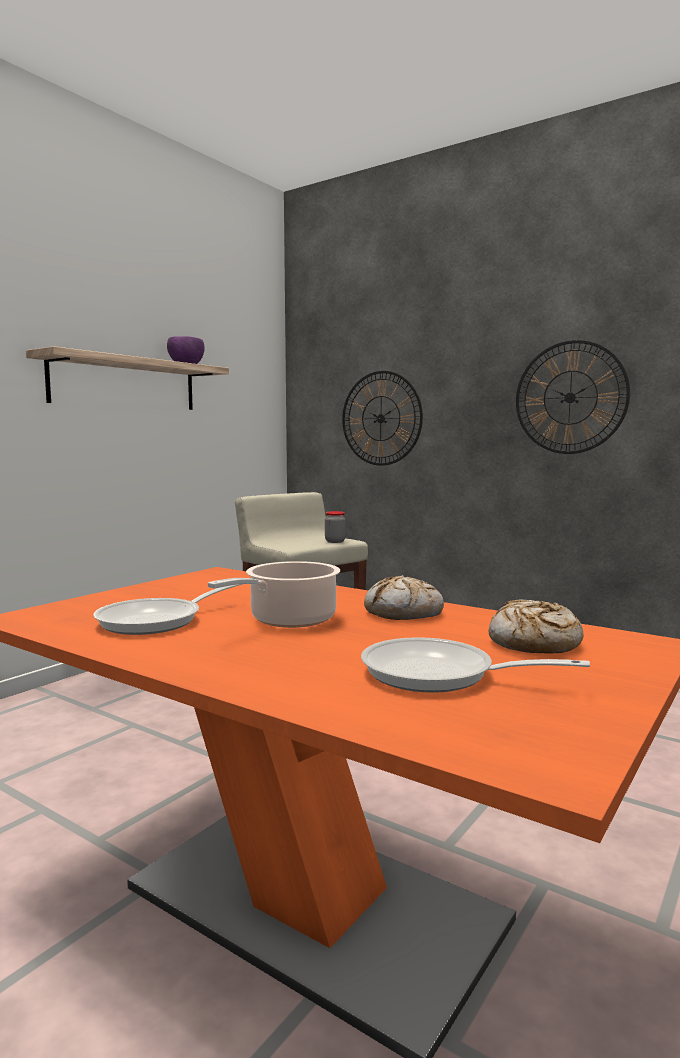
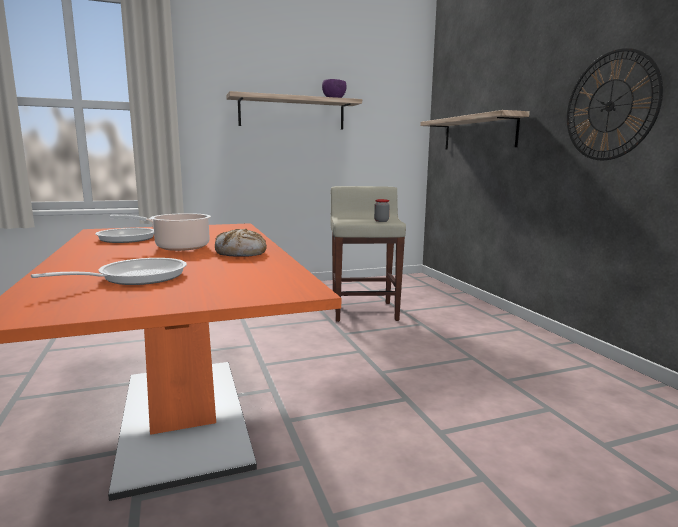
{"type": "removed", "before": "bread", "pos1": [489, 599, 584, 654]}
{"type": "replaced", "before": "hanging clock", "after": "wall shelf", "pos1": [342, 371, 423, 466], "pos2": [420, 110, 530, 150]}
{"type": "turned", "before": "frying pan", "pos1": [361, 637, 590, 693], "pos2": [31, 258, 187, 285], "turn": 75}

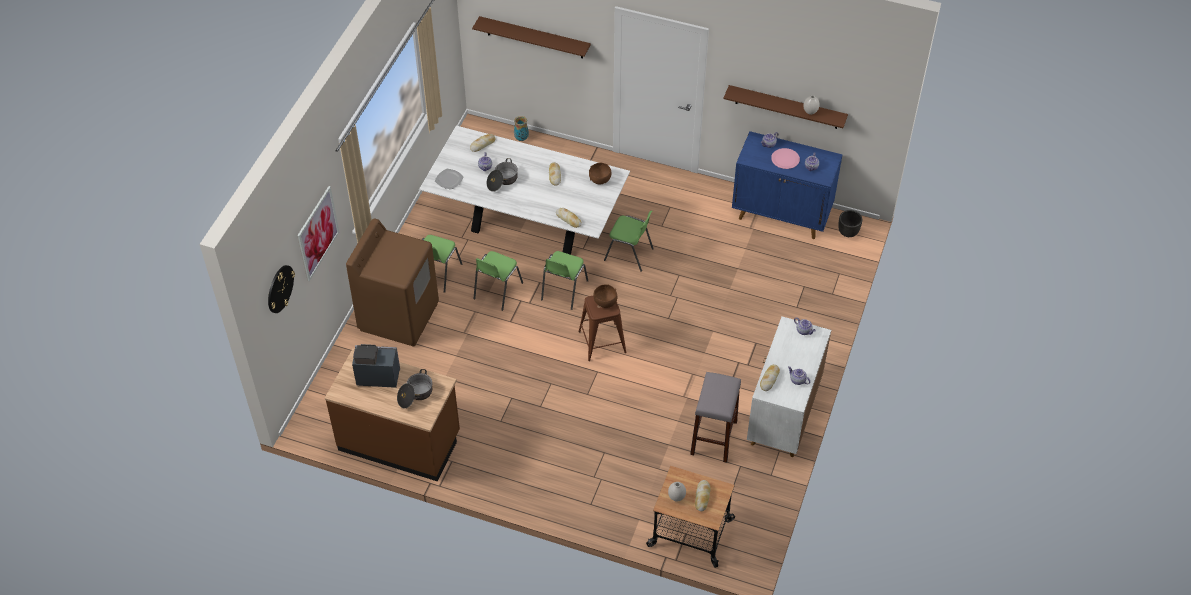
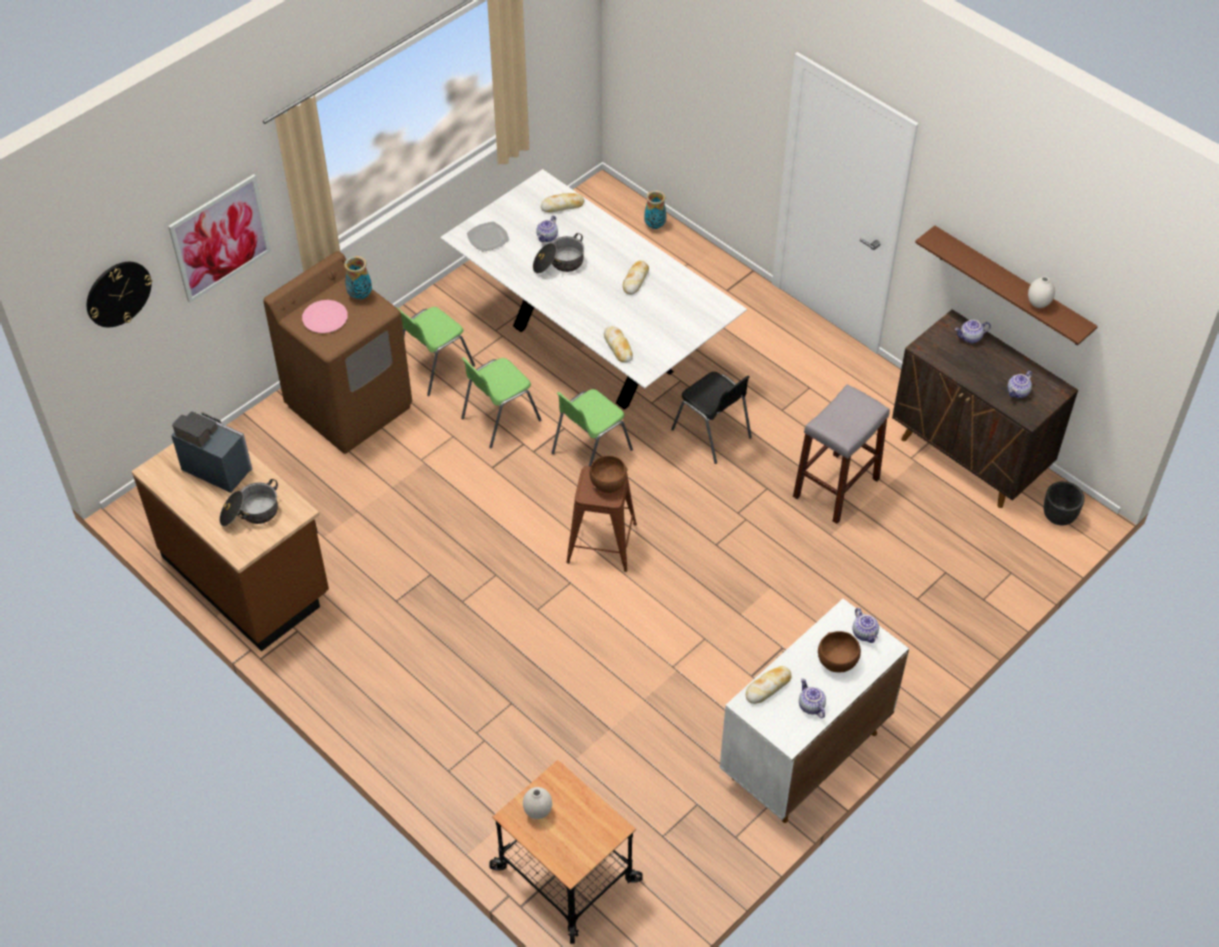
{"type": "removed", "before": "wall shelf in brown-coloured", "pos1": [472, 16, 591, 58]}
{"type": "removed", "before": "bread", "pos1": [695, 480, 711, 511]}
{"type": "added", "after": "flower vase", "pos2": [344, 256, 372, 300]}
{"type": "moved", "before": "deep dish in brown-coloured", "pos1": [589, 163, 611, 185], "pos2": [818, 631, 861, 672]}
{"type": "moved", "before": "sitting stool in grey", "pos1": [690, 372, 741, 463], "pos2": [793, 384, 890, 524]}
{"type": "moved", "before": "plate in pink-coloured", "pos1": [771, 148, 800, 169], "pos2": [302, 300, 348, 333]}
{"type": "recoloured", "before": "chair in green", "after": "chair in blackish", "pos1": [604, 210, 654, 272], "pos2": [671, 372, 752, 464]}
{"type": "recoloured", "before": "storage cabinet in blue-coloured", "after": "storage cabinet in brown-coloured", "pos1": [732, 131, 842, 239], "pos2": [892, 309, 1078, 508]}

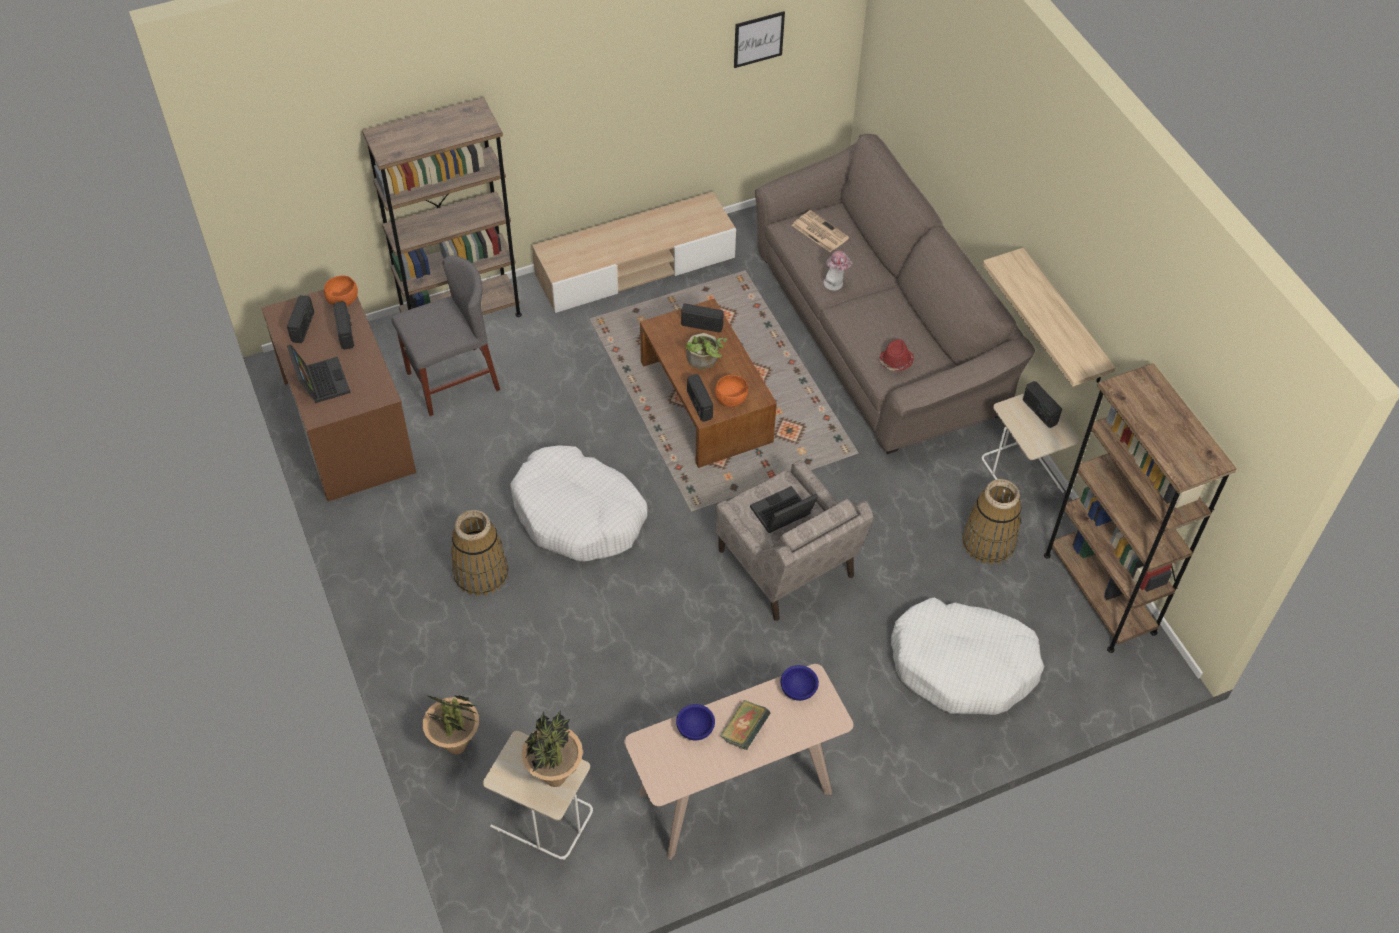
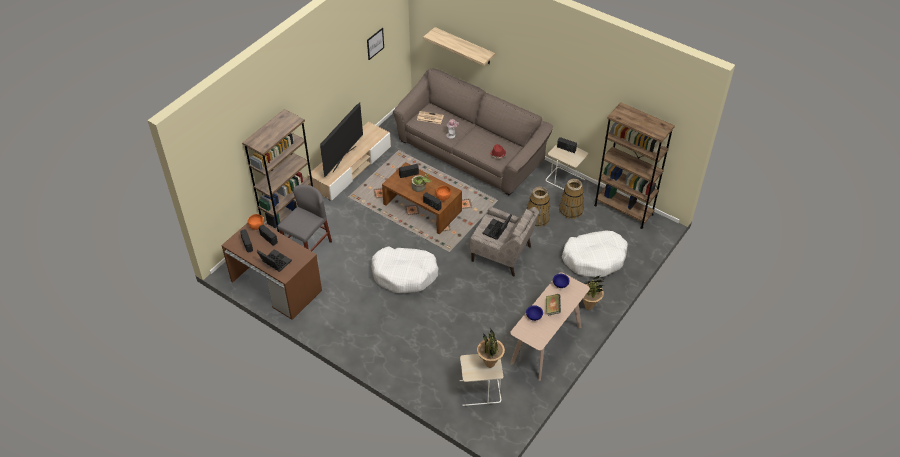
{"type": "added", "after": "TV set", "pos2": [320, 103, 363, 177]}
{"type": "moved", "before": "potted plant", "pos1": [423, 695, 481, 755], "pos2": [582, 276, 604, 310]}
{"type": "moved", "before": "storage basket", "pos1": [451, 510, 508, 596], "pos2": [527, 187, 550, 227]}
{"type": "moved", "before": "wall shelf", "pos1": [982, 248, 1116, 387], "pos2": [423, 27, 495, 66]}

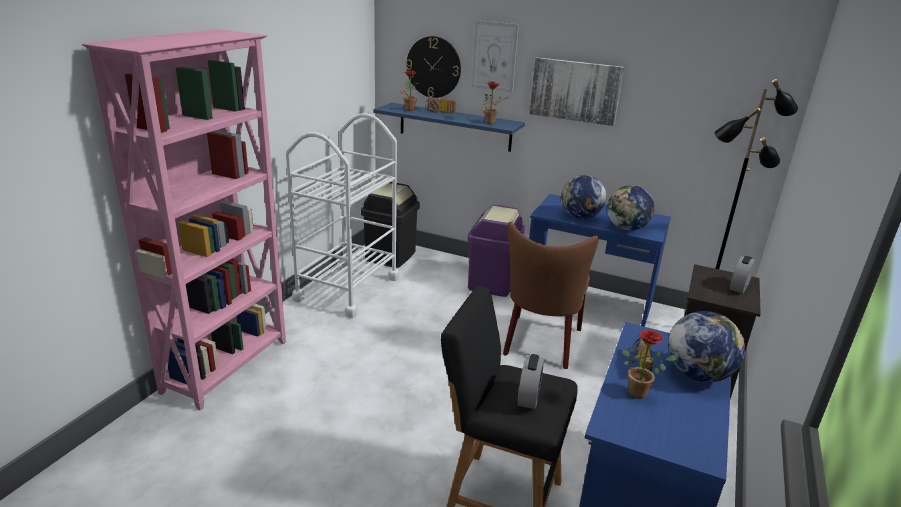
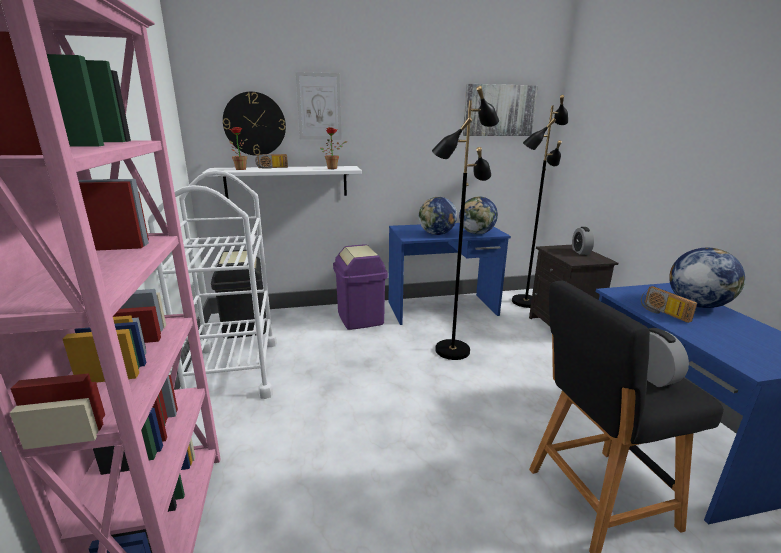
{"type": "removed", "before": "potted plant", "pos1": [623, 330, 678, 399]}
{"type": "moved", "before": "wall art", "pos1": [529, 57, 624, 126], "pos2": [463, 84, 538, 136]}
{"type": "replaced", "before": "chair in brown-coloured", "after": "standard lamp in blackish", "pos1": [503, 222, 599, 369], "pos2": [432, 86, 499, 360]}
{"type": "recoloured", "before": "wall shelf in blue-coloured", "after": "wall shelf in white-coloured", "pos1": [373, 103, 525, 152], "pos2": [202, 166, 362, 199]}

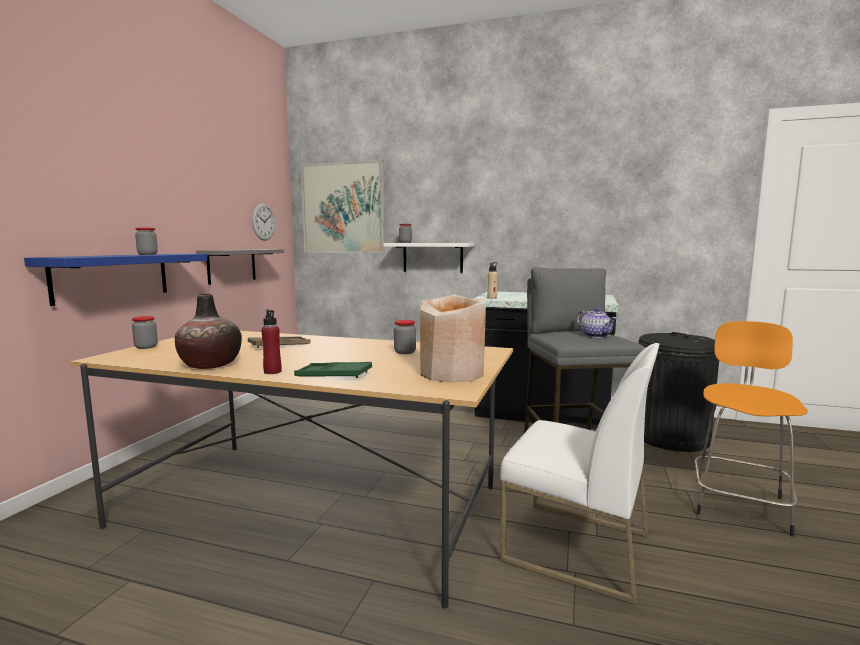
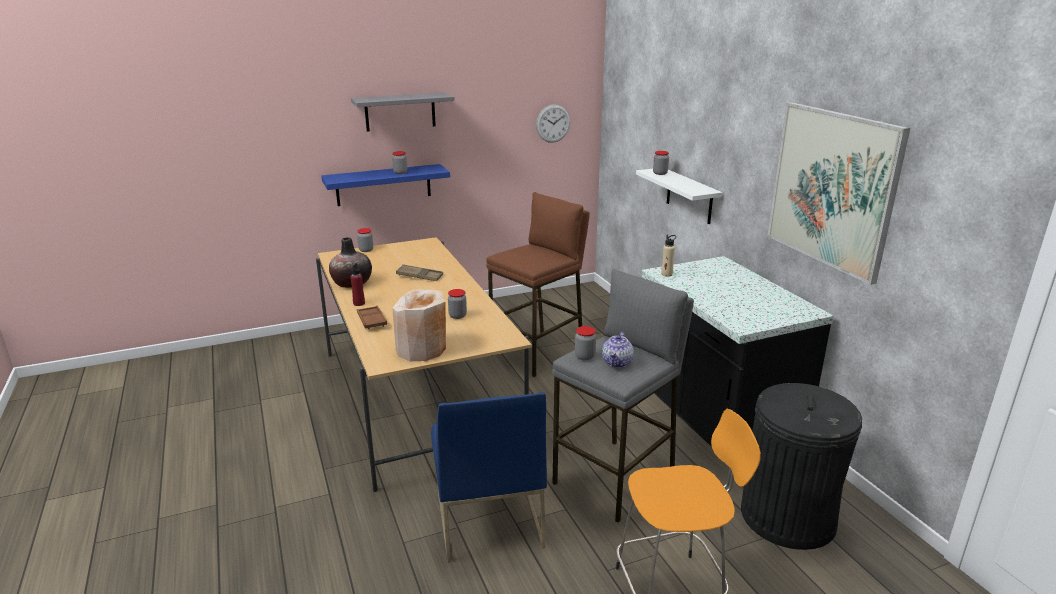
{"type": "added", "after": "sitting stool in brown-coloured", "pos2": [486, 192, 590, 377]}
{"type": "added", "after": "storage jar", "pos2": [575, 326, 596, 360]}
{"type": "moved", "before": "wall shelf in grey", "pos1": [196, 249, 284, 285], "pos2": [351, 92, 455, 132]}
{"type": "moved", "before": "wall art", "pos1": [301, 160, 385, 253], "pos2": [767, 102, 910, 285]}
{"type": "recoloured", "before": "carrying tray in green", "after": "carrying tray in brown-coloured", "pos1": [294, 362, 372, 378], "pos2": [357, 306, 387, 329]}
{"type": "recoloured", "before": "chair in white-coloured", "after": "chair in blue-coloured", "pos1": [500, 343, 659, 605], "pos2": [431, 392, 547, 563]}

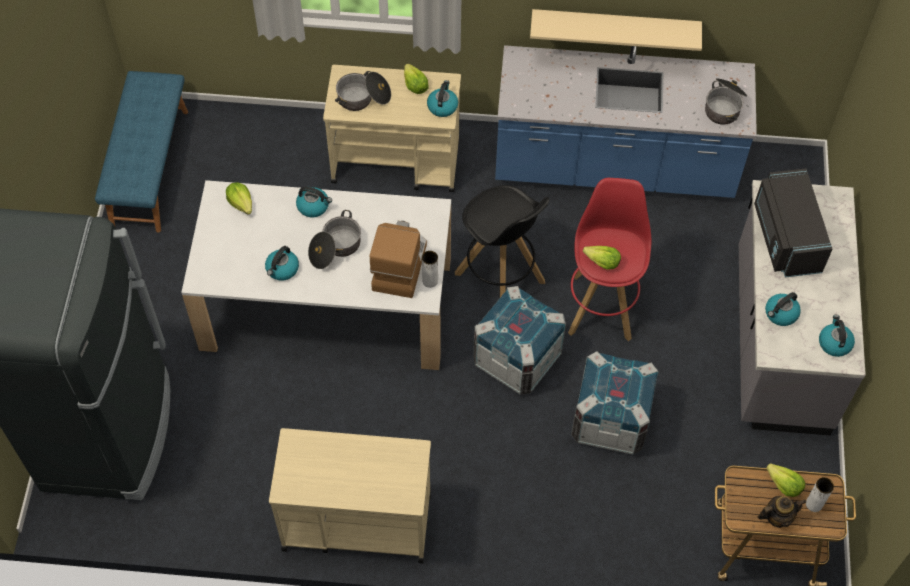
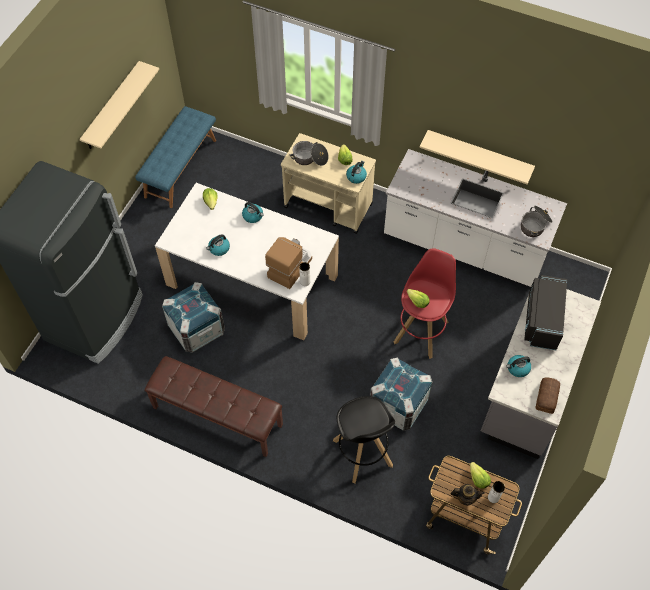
{"type": "removed", "before": "cooking pot", "pos1": [308, 210, 361, 269]}
{"type": "added", "after": "wall shelf in sand-coloured", "pos2": [80, 61, 159, 149]}
{"type": "moved", "before": "sitting stool in blackish", "pos1": [455, 185, 550, 297], "pos2": [333, 396, 395, 484]}
{"type": "moved", "before": "crate", "pos1": [473, 286, 566, 395], "pos2": [162, 282, 225, 353]}
{"type": "replaced", "before": "wheeled cart in sand-coloured", "after": "long seat in brown-coloured", "pos1": [269, 428, 431, 563], "pos2": [145, 356, 283, 457]}
{"type": "replaced", "before": "kettle", "after": "bread", "pos1": [819, 315, 855, 357], "pos2": [536, 377, 560, 414]}
{"type": "recoloured", "before": "kitchen counter in blue-coloured", "after": "kitchen counter in white-coloured", "pos1": [495, 45, 757, 198], "pos2": [384, 149, 567, 287]}

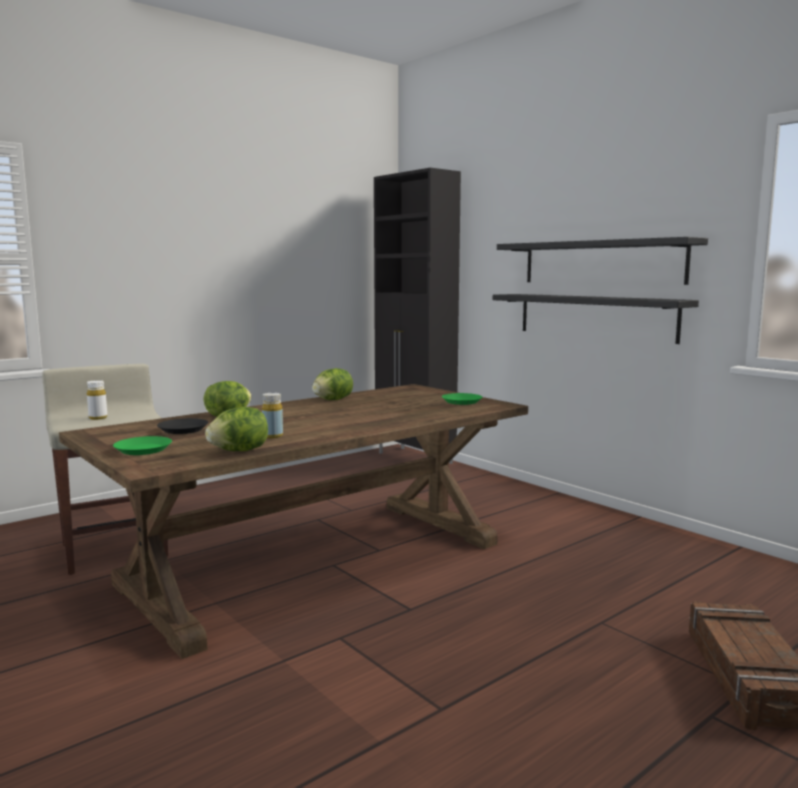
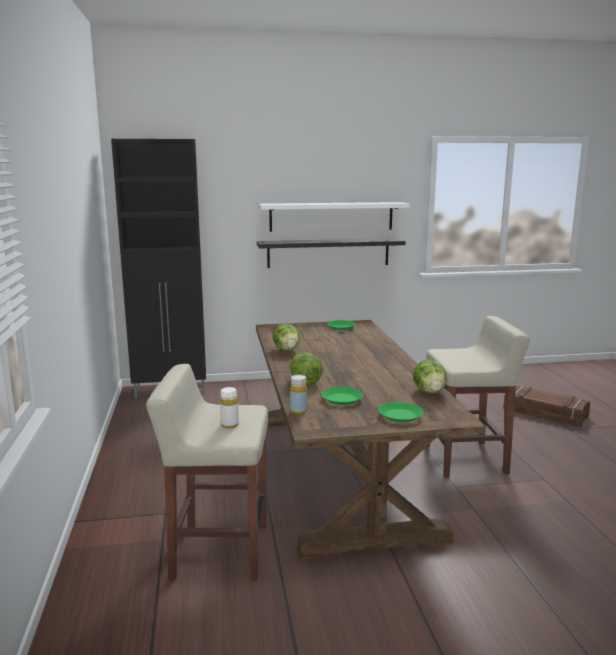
{"type": "added", "after": "sitting stool in sand-coloured", "pos2": [426, 316, 530, 477]}
{"type": "moved", "before": "beverage bottle in yellow", "pos1": [262, 393, 283, 438], "pos2": [290, 375, 307, 414]}
{"type": "recoloured", "before": "plate in blackish", "after": "plate in green", "pos1": [157, 418, 208, 434], "pos2": [321, 387, 363, 405]}
{"type": "recoloured", "before": "wall shelf in blackish", "after": "wall shelf in white-coloured", "pos1": [497, 237, 708, 285], "pos2": [259, 202, 410, 232]}

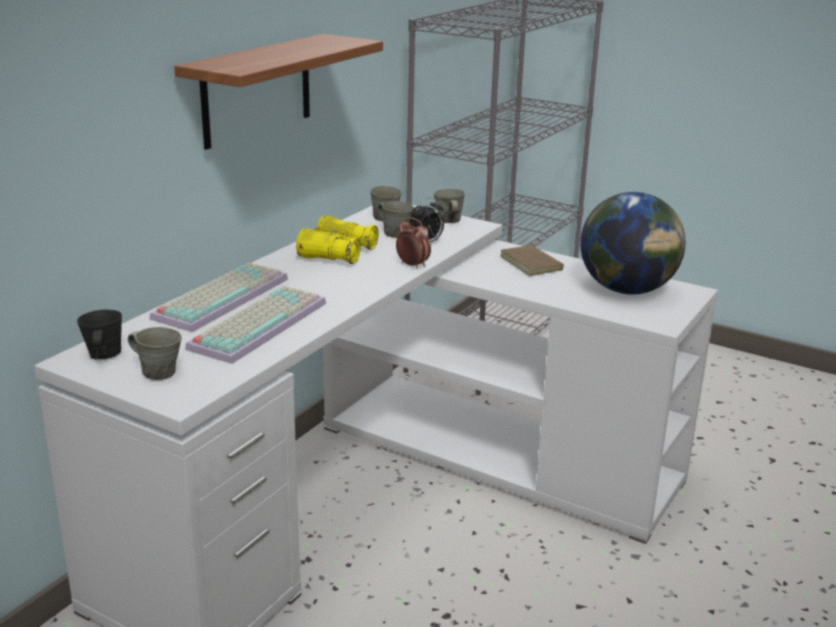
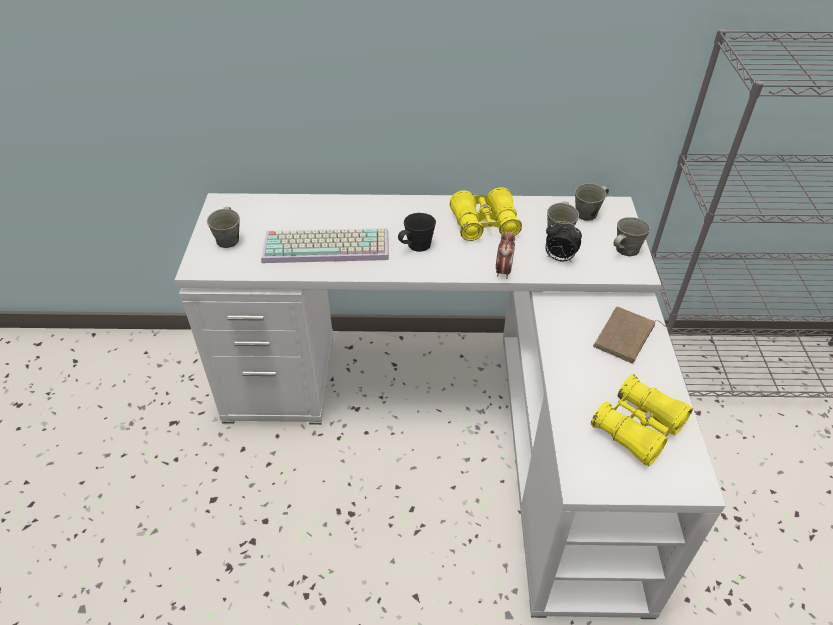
{"type": "removed", "before": "PC keyboard", "pos1": [150, 263, 288, 332]}
{"type": "removed", "before": "wall shelf", "pos1": [174, 34, 383, 150]}
{"type": "moved", "before": "mug in blackish", "pos1": [77, 309, 122, 360], "pos2": [398, 213, 436, 252]}
{"type": "replaced", "before": "desk globe", "after": "binoculars in yellow", "pos1": [580, 192, 685, 295], "pos2": [591, 374, 693, 466]}

